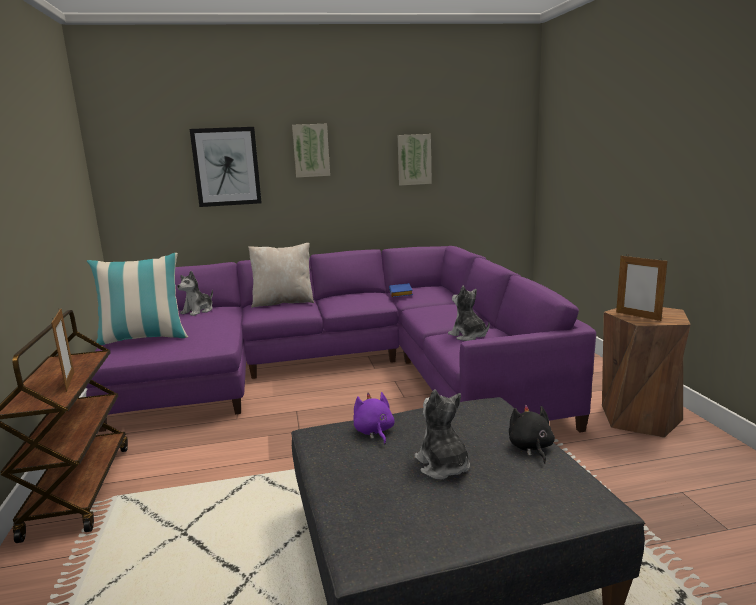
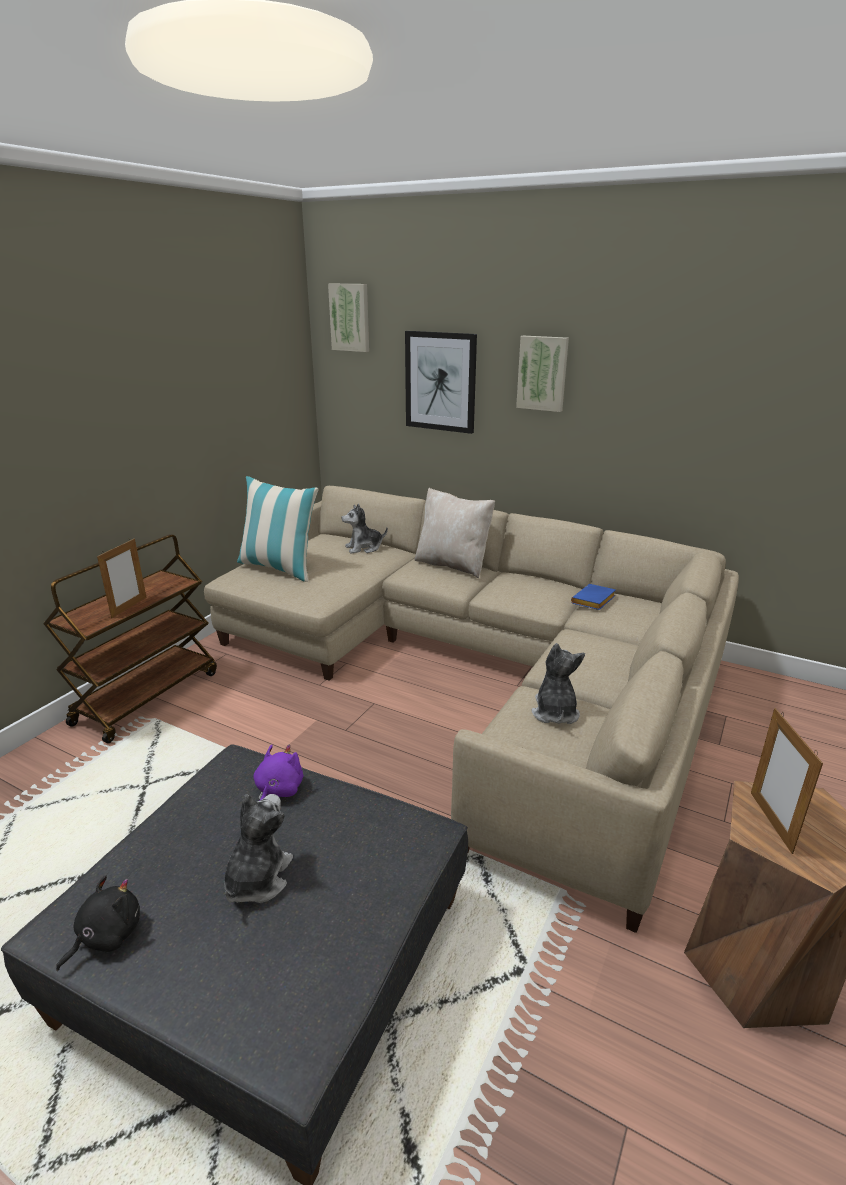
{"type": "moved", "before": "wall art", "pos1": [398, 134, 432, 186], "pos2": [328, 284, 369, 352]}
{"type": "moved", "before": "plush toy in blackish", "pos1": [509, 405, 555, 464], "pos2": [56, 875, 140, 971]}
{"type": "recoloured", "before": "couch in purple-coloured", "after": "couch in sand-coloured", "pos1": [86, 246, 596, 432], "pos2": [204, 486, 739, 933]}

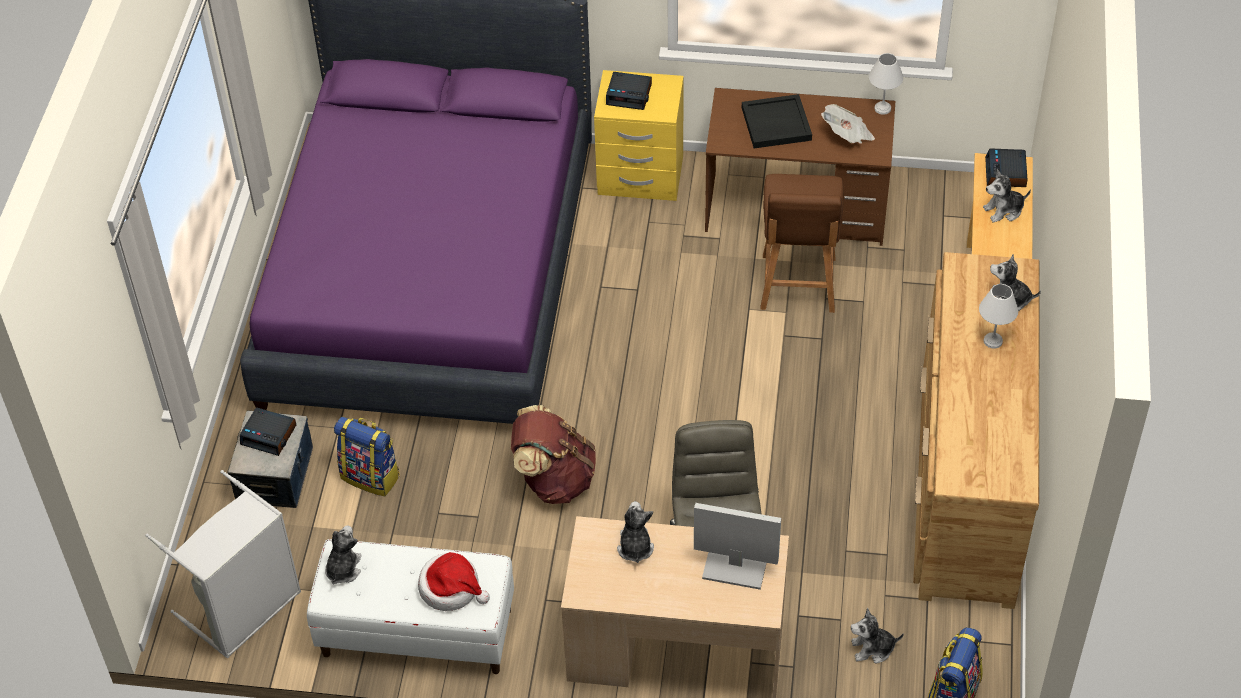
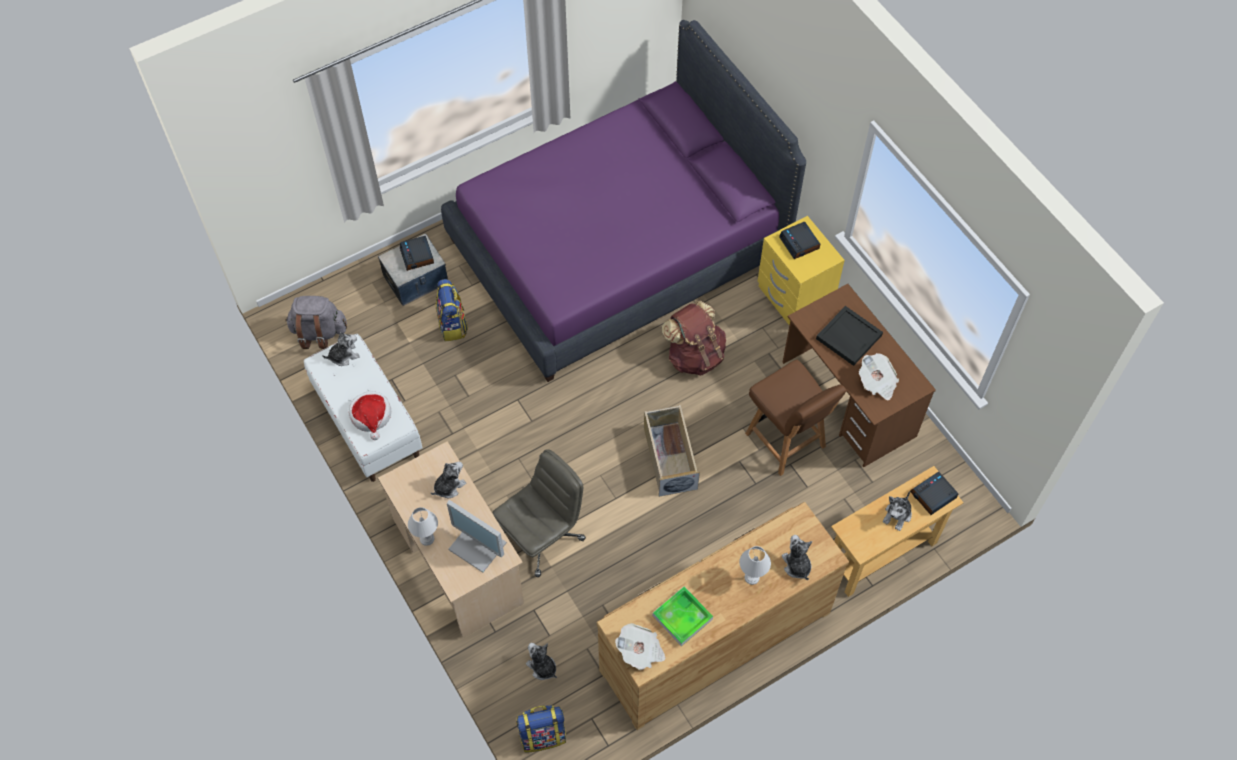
{"type": "added", "after": "printed paper", "pos2": [615, 623, 666, 670]}
{"type": "added", "after": "storage container in sand-coloured", "pos2": [644, 405, 700, 497]}
{"type": "added", "after": "carrying tray", "pos2": [653, 587, 713, 646]}
{"type": "moved", "before": "knapsack in brown-coloured", "pos1": [511, 405, 596, 504], "pos2": [662, 300, 726, 376]}
{"type": "moved", "before": "tabletop lamp in white-coloured", "pos1": [869, 53, 903, 115], "pos2": [408, 507, 438, 546]}
{"type": "replaced", "before": "washing basket in grey", "after": "knapsack in grey", "pos1": [145, 470, 301, 658], "pos2": [285, 296, 347, 349]}
{"type": "turned", "before": "computer display", "pos1": [694, 503, 781, 590], "pos2": [447, 500, 507, 572], "turn": 150}
{"type": "turned", "before": "chair in brown-coloured", "pos1": [761, 174, 844, 313], "pos2": [745, 360, 847, 476], "turn": -90}
{"type": "turned", "before": "plush toy", "pos1": [983, 170, 1031, 223], "pos2": [883, 491, 912, 531], "turn": -90}

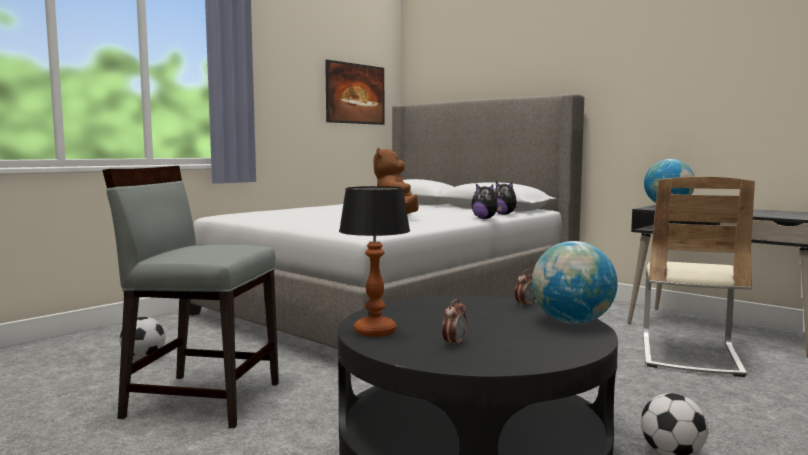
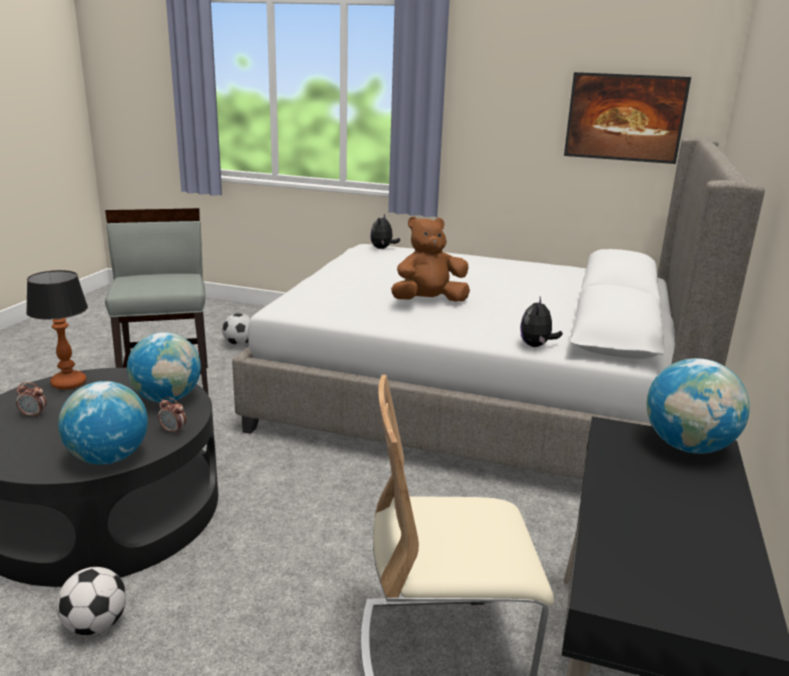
{"type": "added", "after": "desk globe", "pos2": [127, 332, 201, 403]}
{"type": "moved", "before": "plush toy", "pos1": [471, 184, 503, 219], "pos2": [370, 214, 400, 249]}

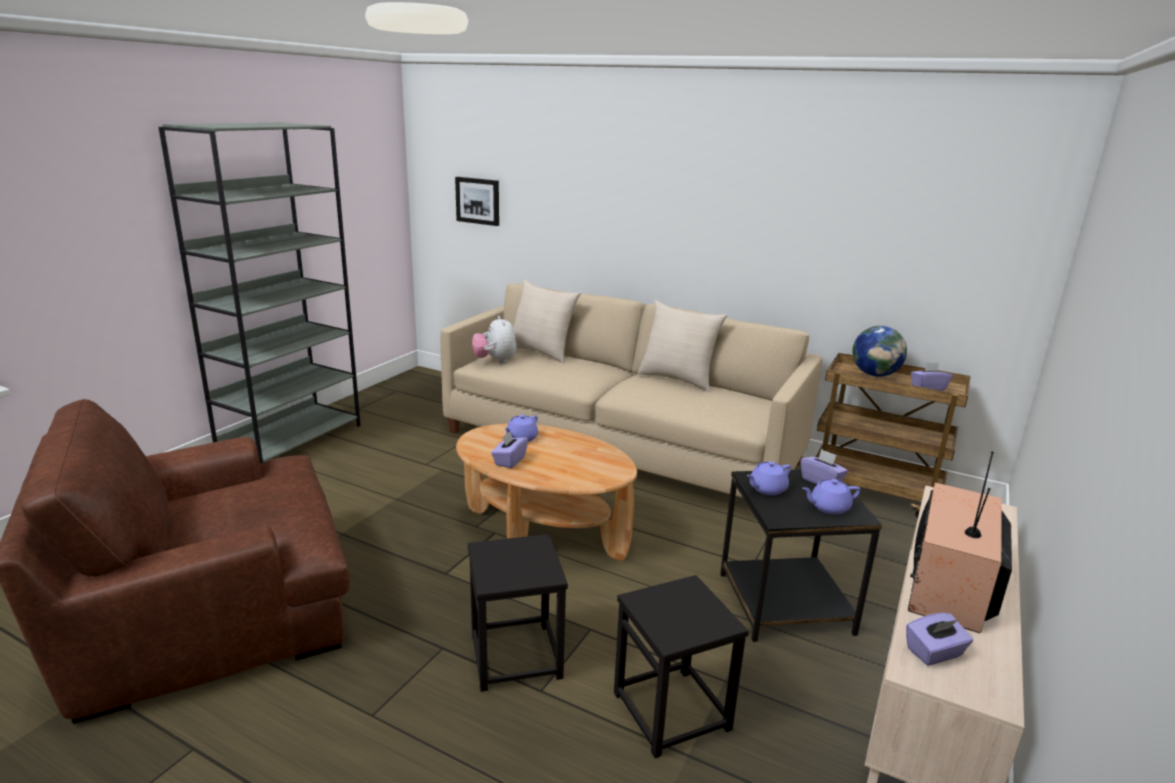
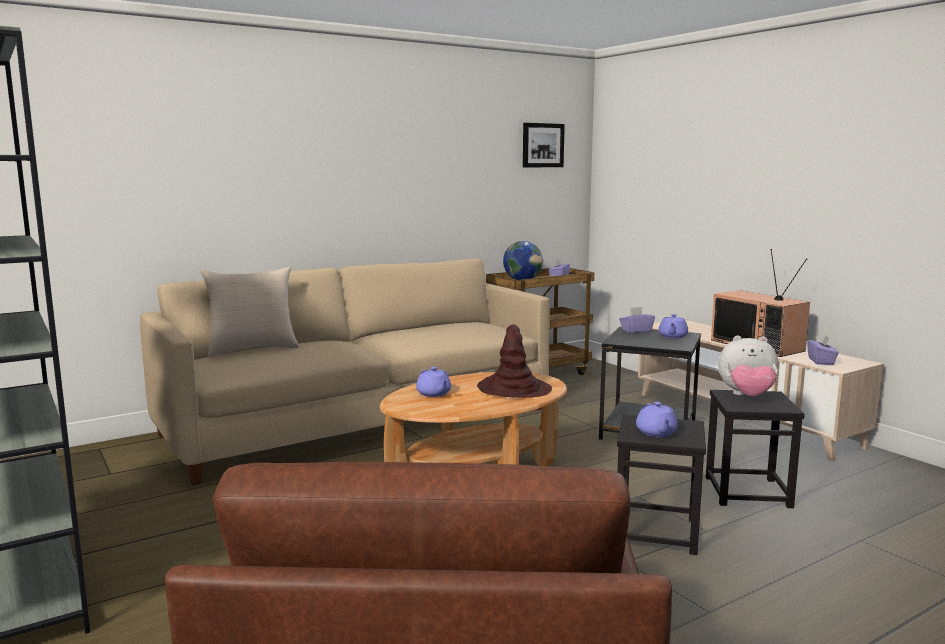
{"type": "removed", "before": "tissue holder in purple-coloured", "pos1": [491, 431, 528, 468]}
{"type": "removed", "before": "pillow in sand-coloured", "pos1": [637, 300, 727, 392]}
{"type": "added", "after": "clothing hat in brown-coloured", "pos2": [477, 324, 552, 398]}
{"type": "moved", "before": "wall art", "pos1": [455, 177, 499, 226], "pos2": [523, 123, 565, 167]}
{"type": "moved", "before": "plush toy", "pos1": [472, 316, 517, 363], "pos2": [719, 336, 778, 397]}
{"type": "moved", "before": "pot for tea in purple-coloured", "pos1": [747, 461, 791, 495], "pos2": [636, 402, 678, 437]}

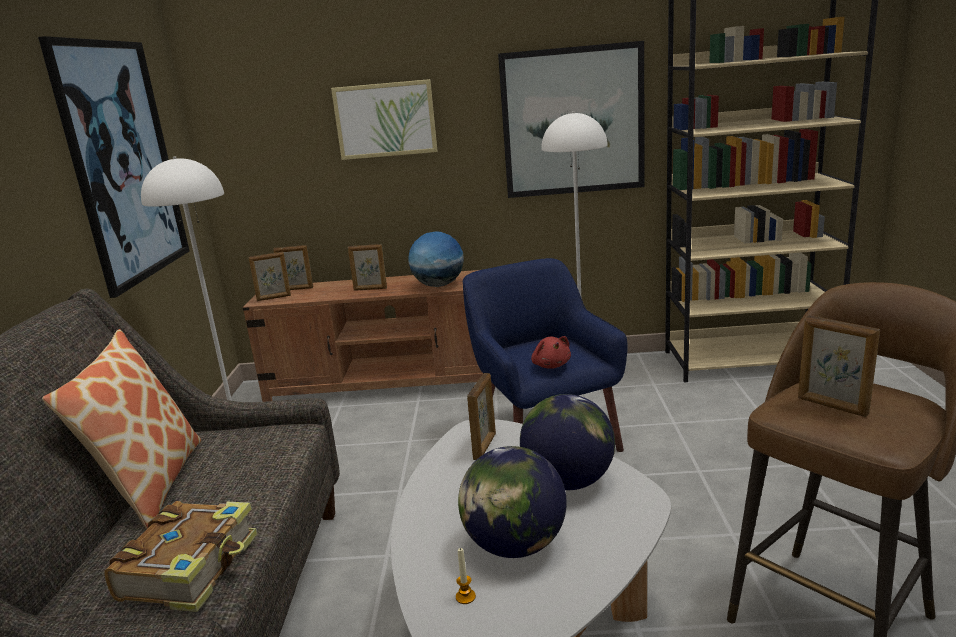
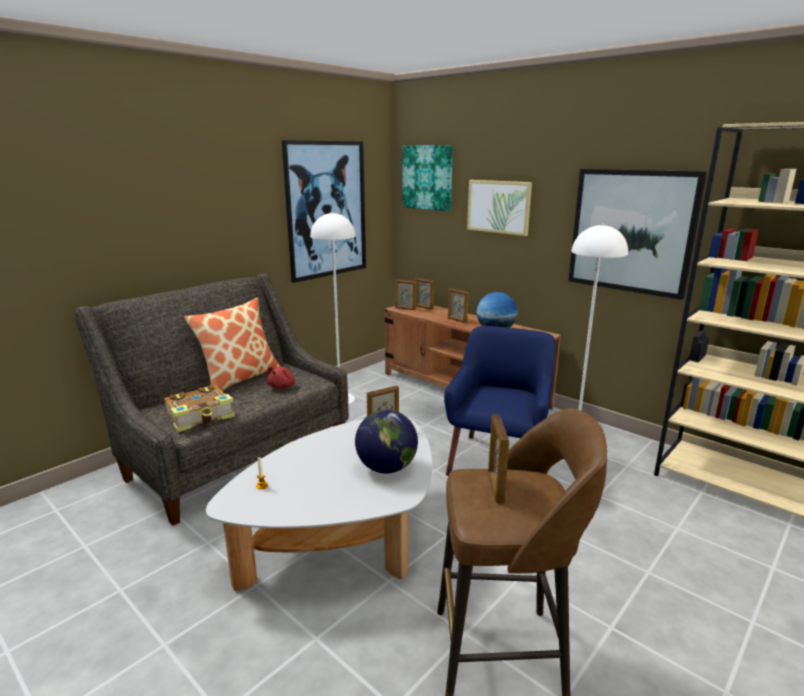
{"type": "removed", "before": "desk globe", "pos1": [458, 446, 567, 558]}
{"type": "added", "after": "wall art", "pos2": [403, 145, 453, 211]}
{"type": "moved", "before": "plush toy in reddish", "pos1": [531, 336, 571, 369], "pos2": [267, 366, 295, 389]}

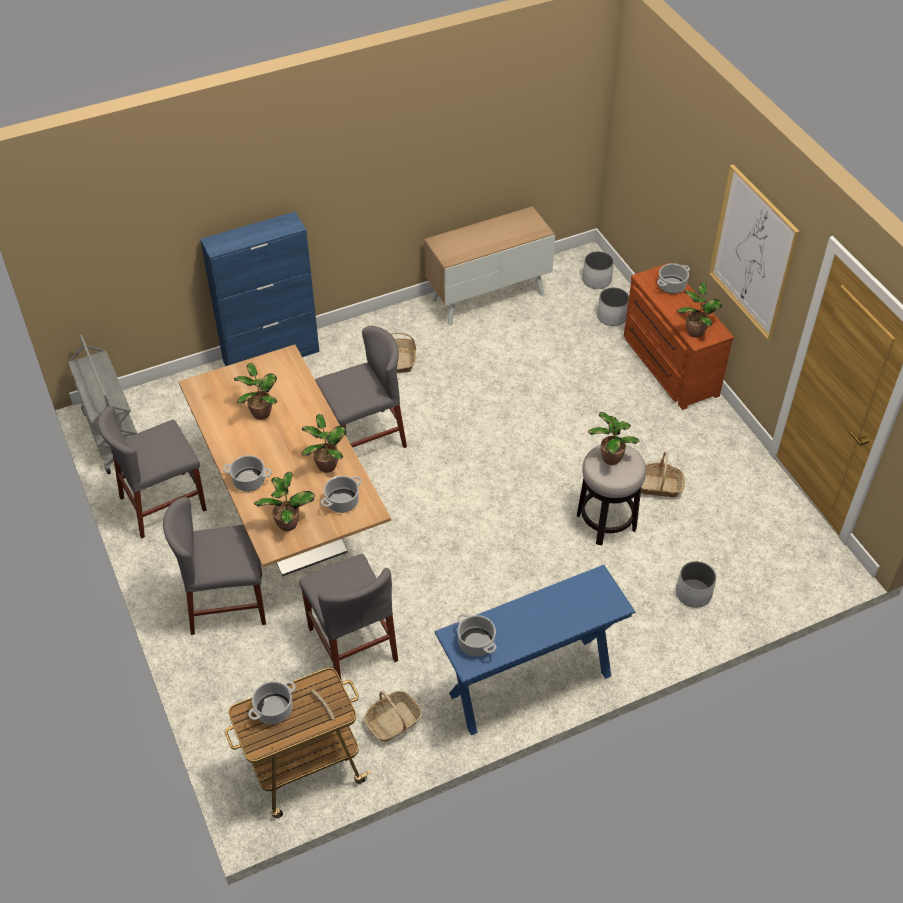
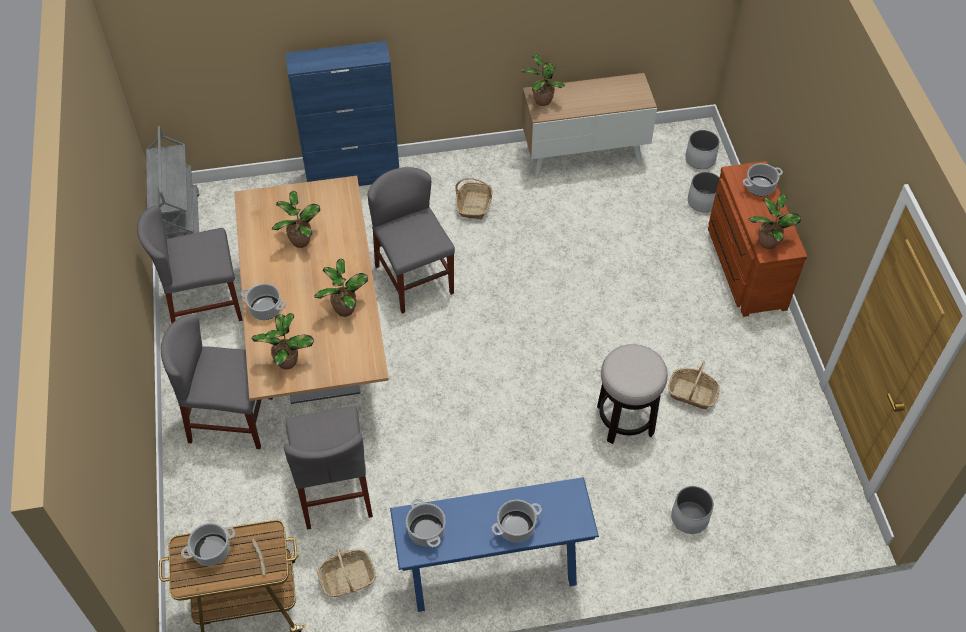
{"type": "removed", "before": "wall art", "pos1": [709, 164, 800, 341]}
{"type": "moved", "before": "cooking pot", "pos1": [321, 476, 362, 513], "pos2": [492, 500, 542, 543]}
{"type": "moved", "before": "potted plant", "pos1": [588, 412, 640, 465], "pos2": [520, 54, 565, 106]}
{"type": "turned", "before": "chair in grey", "pos1": [315, 326, 407, 448], "pos2": [368, 167, 455, 314], "turn": -105}

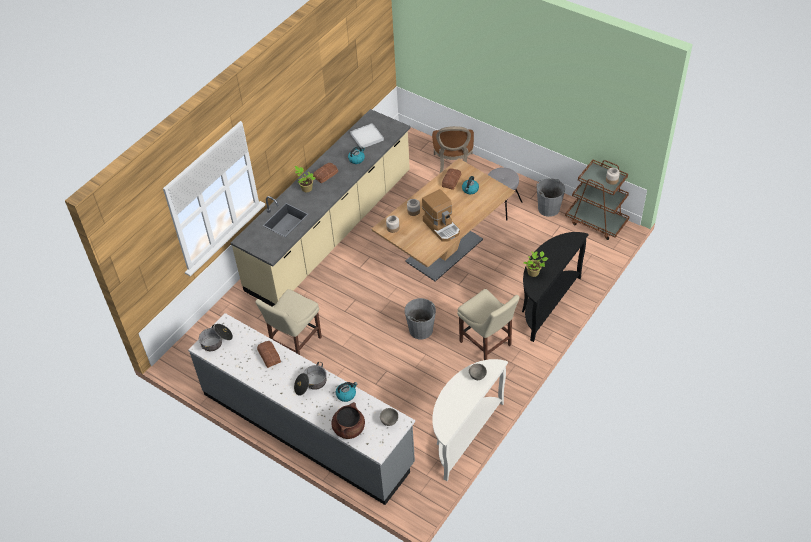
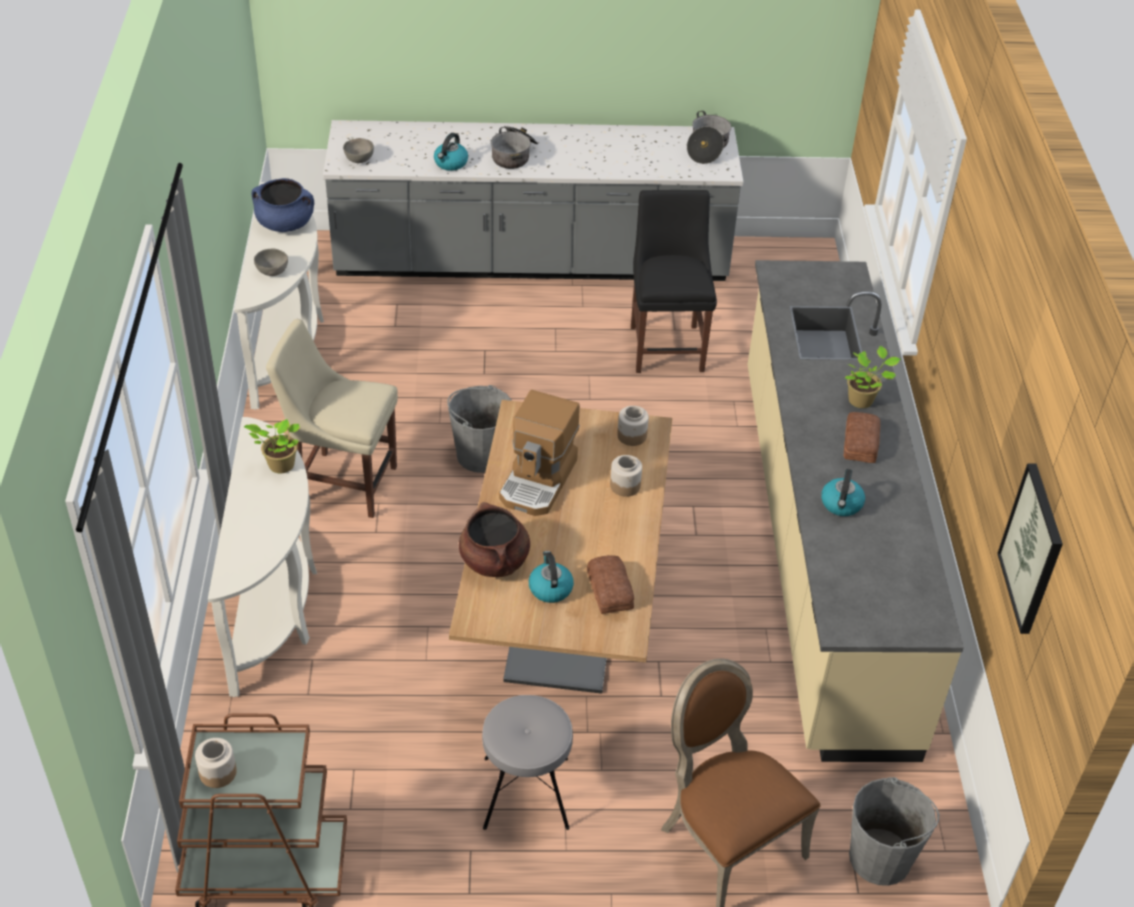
{"type": "removed", "before": "bread", "pos1": [257, 341, 281, 368]}
{"type": "removed", "before": "carrying tray in white-coloured", "pos1": [350, 123, 384, 148]}
{"type": "added", "after": "cooking pot in blue-coloured", "pos2": [251, 178, 314, 232]}
{"type": "added", "after": "wall art", "pos2": [997, 463, 1063, 634]}
{"type": "moved", "before": "cooking pot in brown-coloured", "pos1": [331, 402, 365, 439], "pos2": [459, 502, 530, 577]}
{"type": "moved", "before": "bucket in grey", "pos1": [537, 178, 565, 217], "pos2": [849, 777, 939, 886]}
{"type": "recoloured", "before": "chair in sand-coloured", "after": "chair in blackish", "pos1": [255, 289, 322, 355], "pos2": [631, 190, 717, 373]}
{"type": "recoloured", "before": "narrow table in blackish", "after": "narrow table in white-coloured", "pos1": [522, 232, 589, 342], "pos2": [208, 417, 317, 697]}
{"type": "turned", "before": "coffee maker", "pos1": [422, 189, 460, 242], "pos2": [499, 390, 580, 516], "turn": -90}

